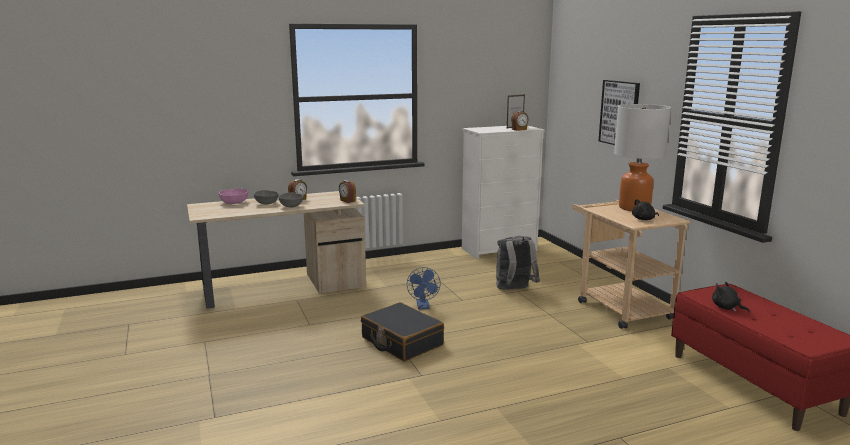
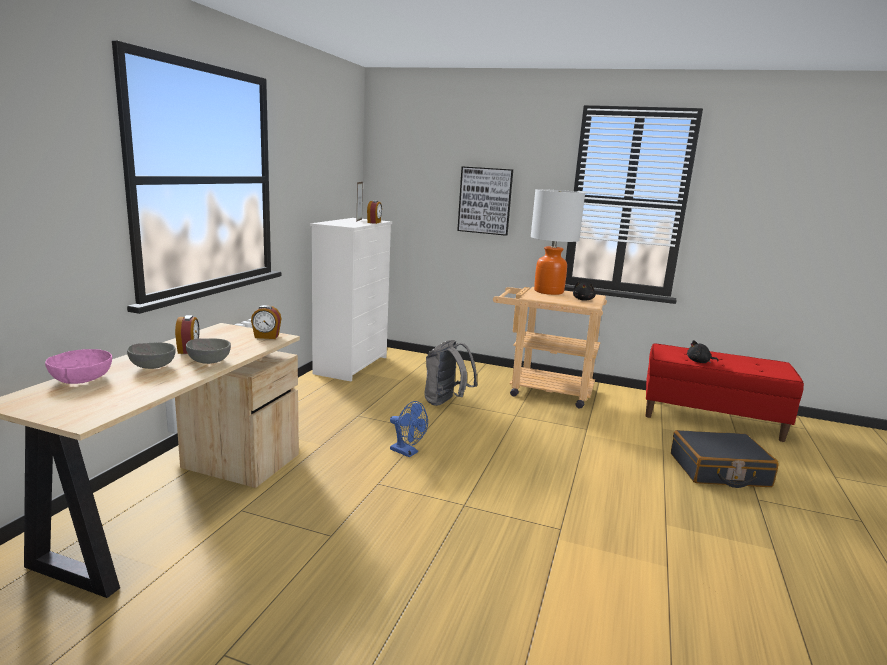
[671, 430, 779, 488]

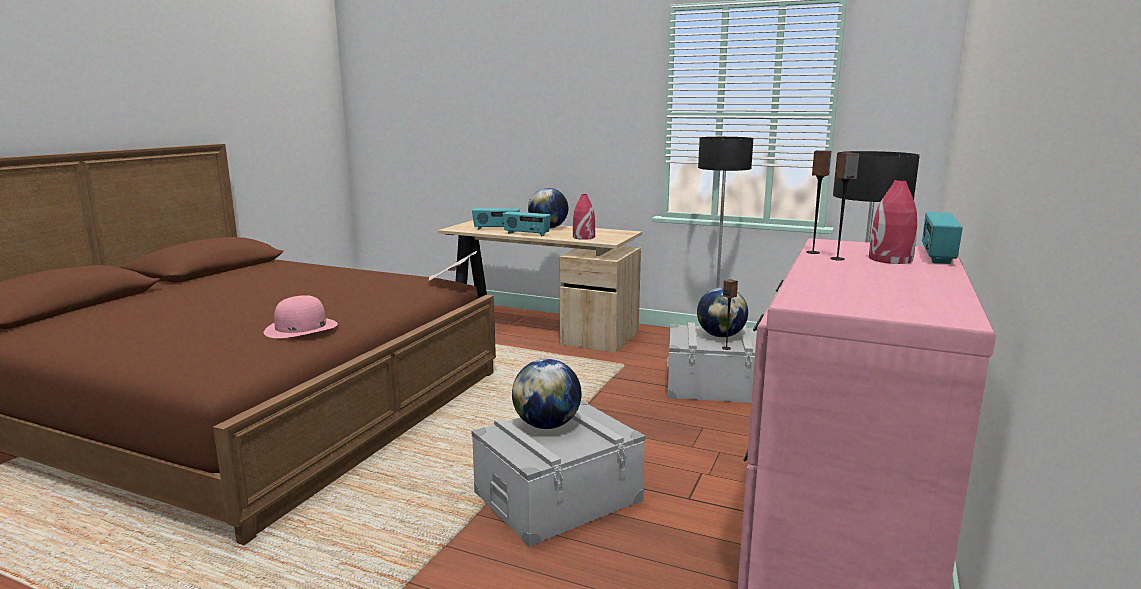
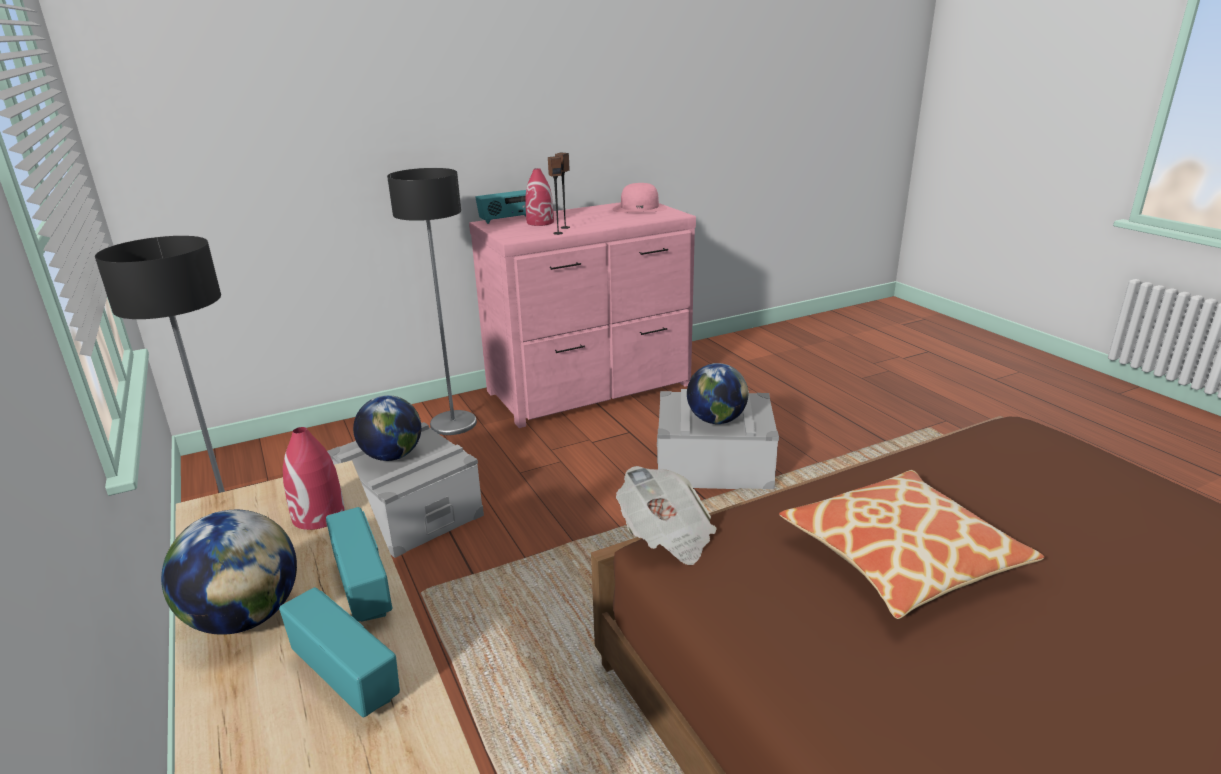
[722, 279, 738, 350] (first image)
[612, 183, 667, 212]
[779, 470, 1044, 619]

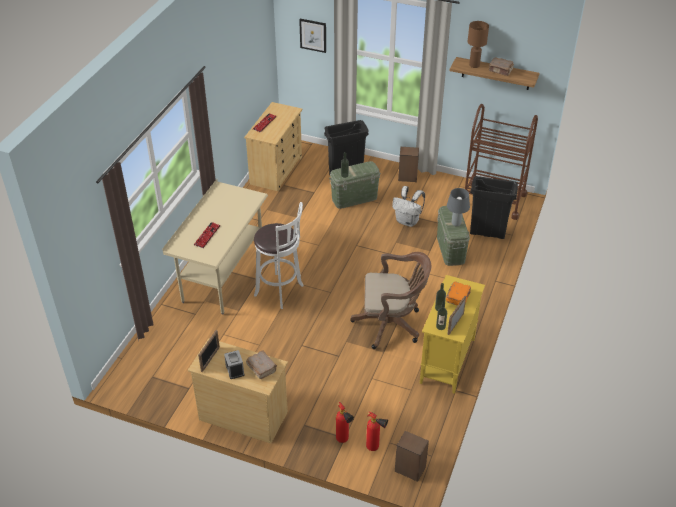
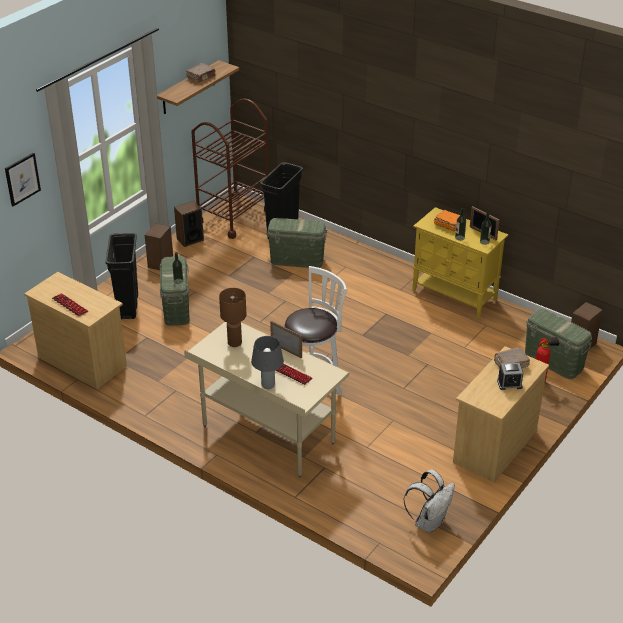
[219, 288, 246, 347]
[404, 470, 455, 533]
[251, 336, 284, 389]
[350, 252, 431, 349] (first image)
[270, 321, 302, 358]
[525, 309, 592, 379]
[174, 201, 204, 247]

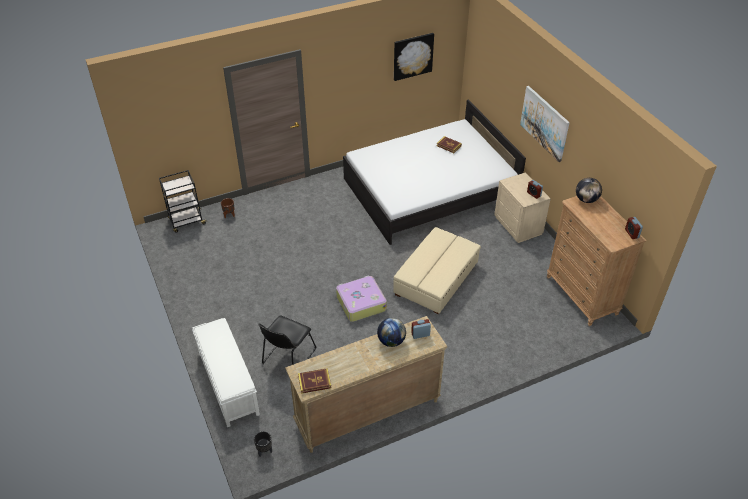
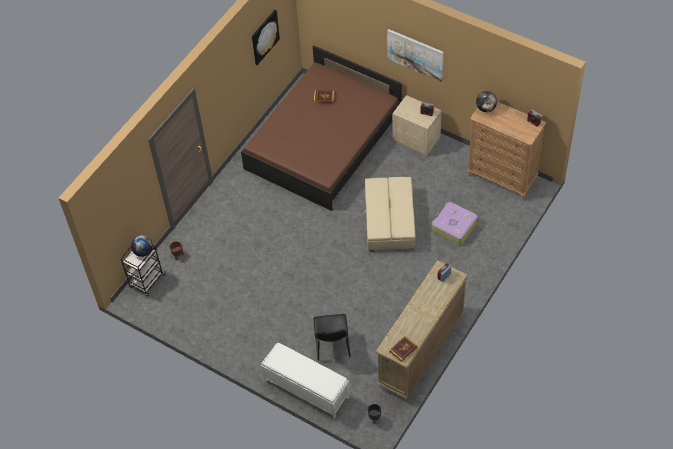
[241, 45, 402, 211]
[432, 202, 478, 245]
[131, 235, 153, 257]

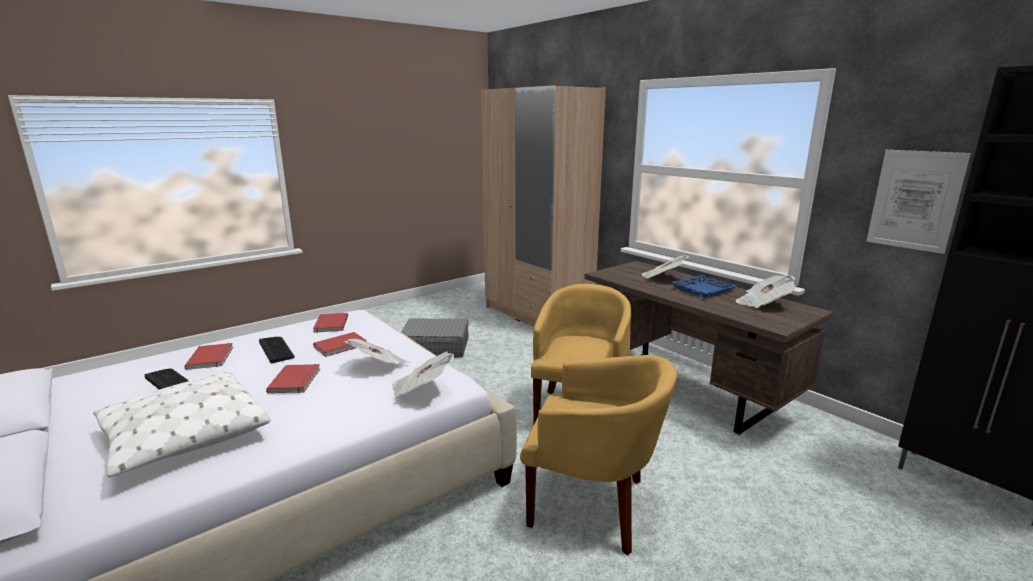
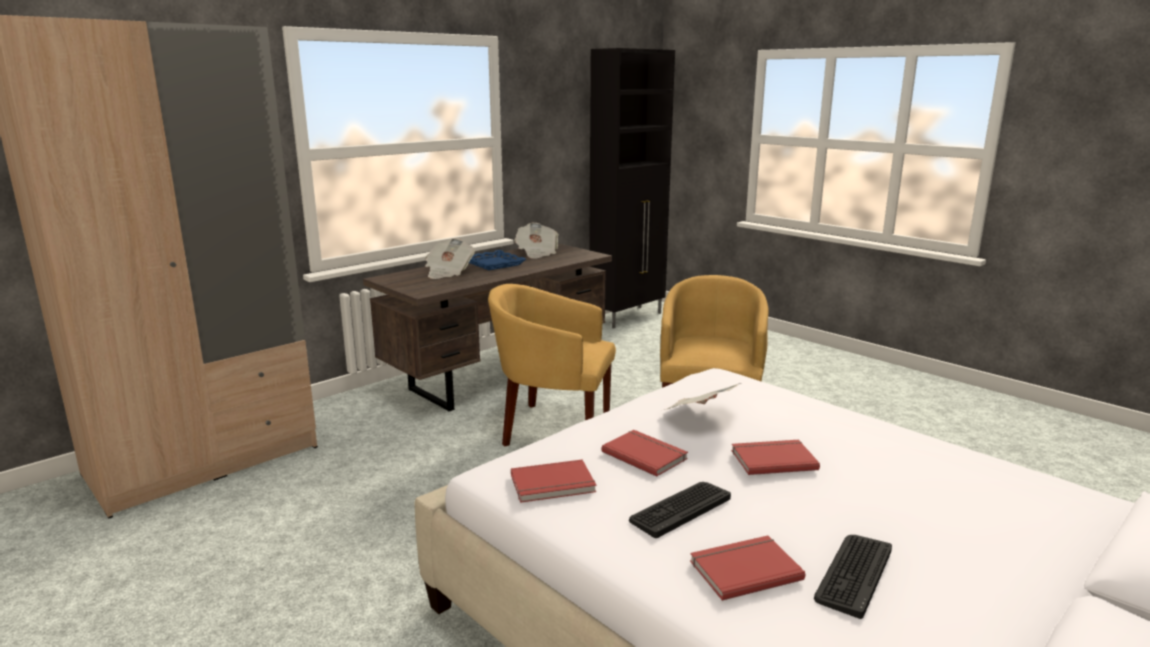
[866, 150, 971, 254] (first image)
[401, 319, 469, 357] (first image)
[392, 352, 454, 398] (first image)
[93, 372, 270, 477] (first image)

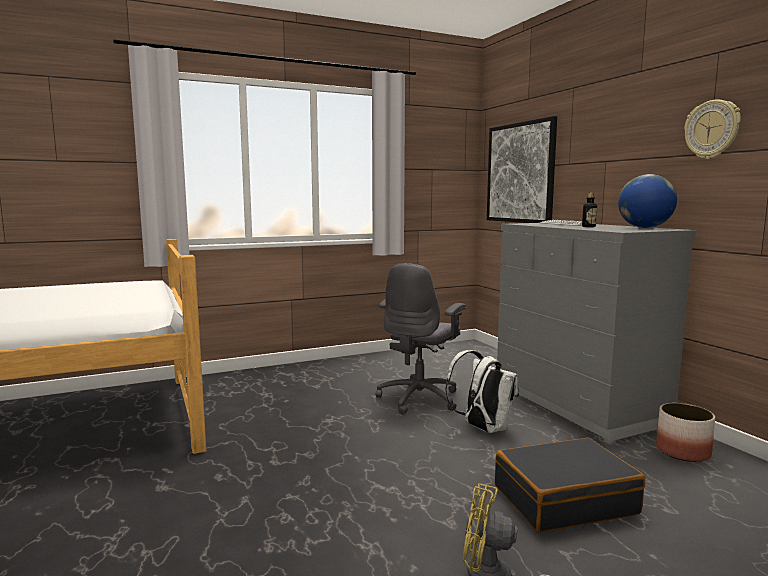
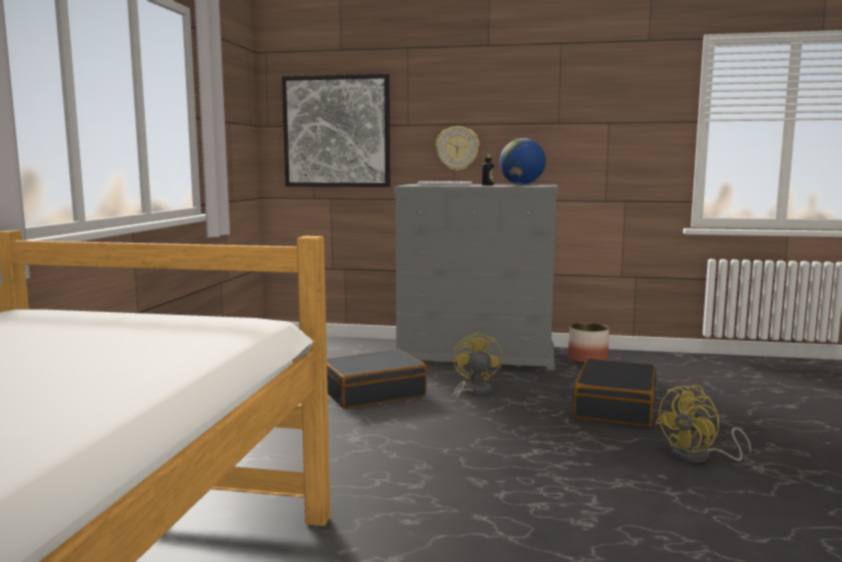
[436, 126, 479, 171]
[327, 349, 427, 409]
[450, 332, 502, 405]

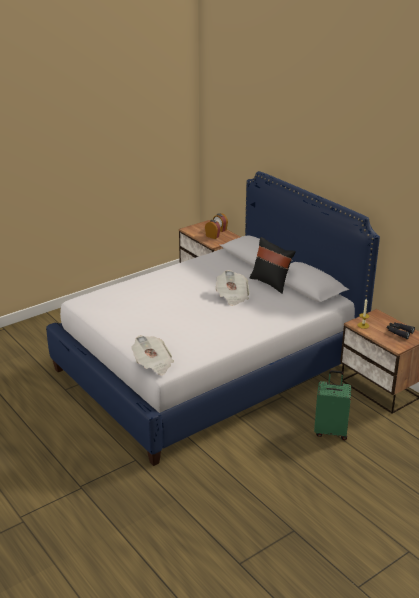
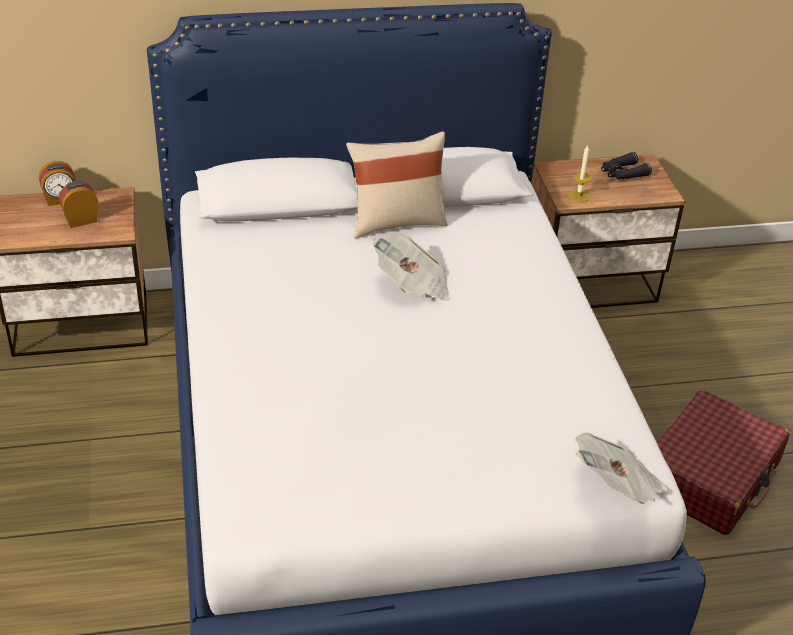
[346, 131, 448, 238]
[314, 370, 351, 440] (first image)
[657, 390, 789, 535]

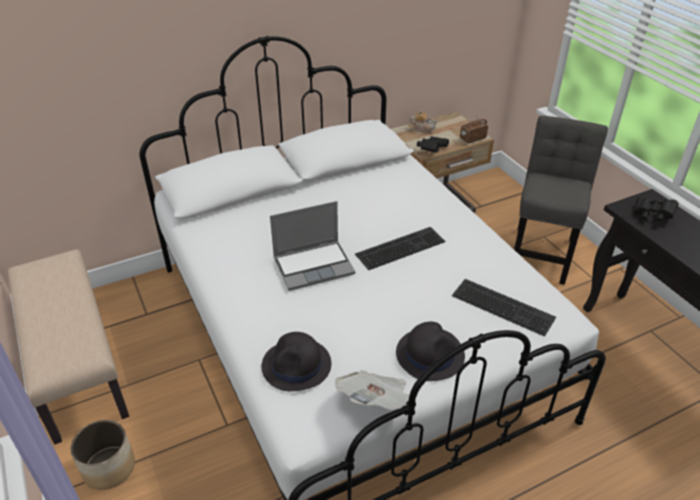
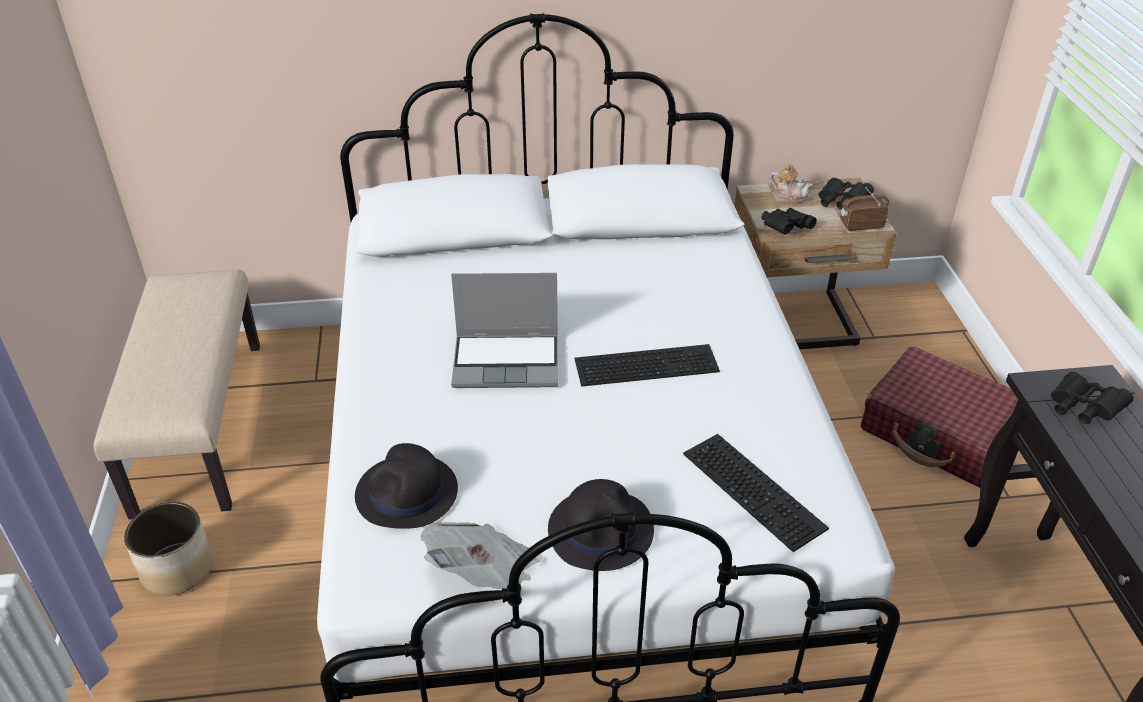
[861, 346, 1018, 488]
[819, 178, 874, 210]

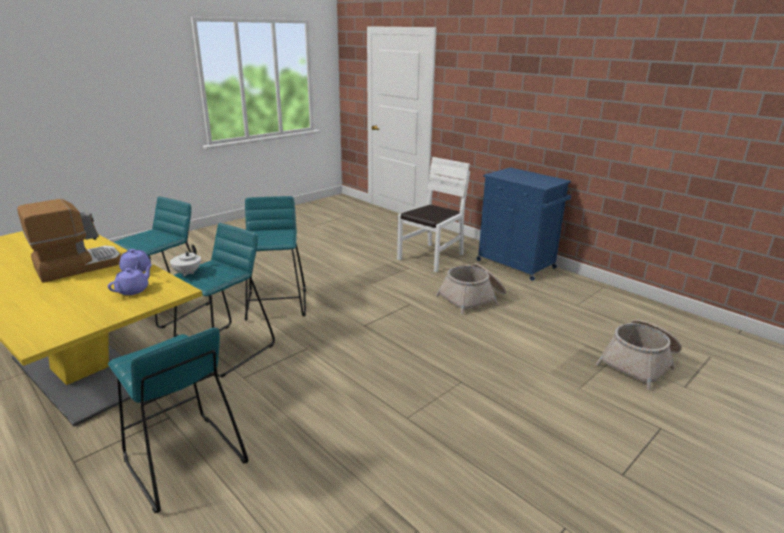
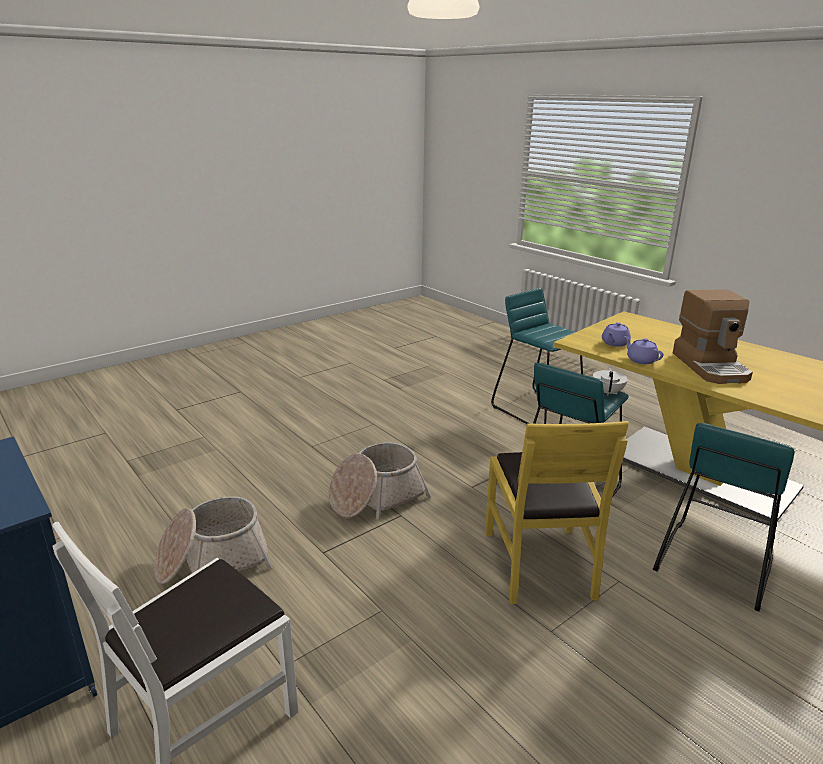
[485, 421, 629, 604]
[673, 289, 753, 384]
[328, 442, 431, 520]

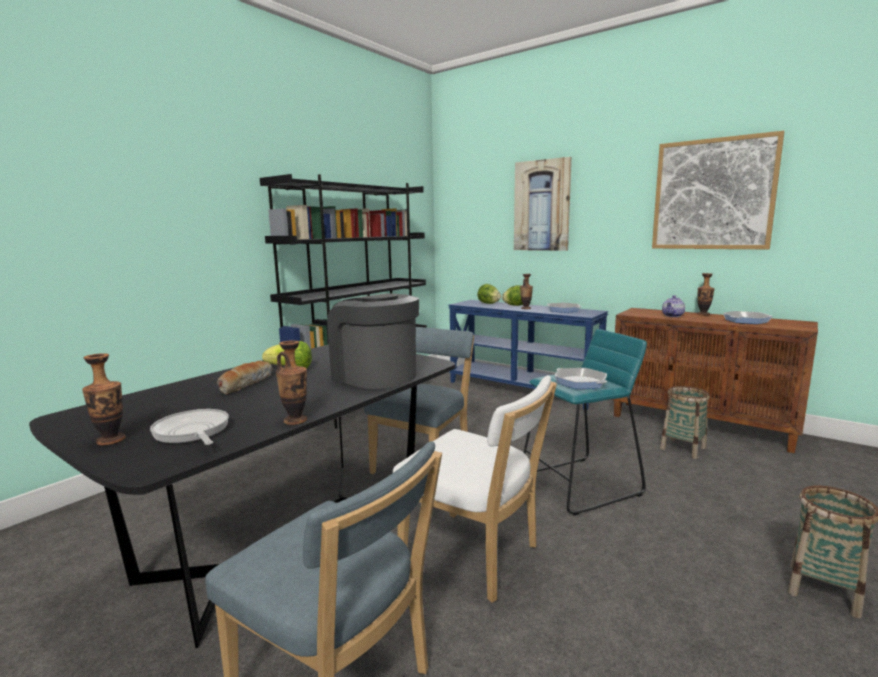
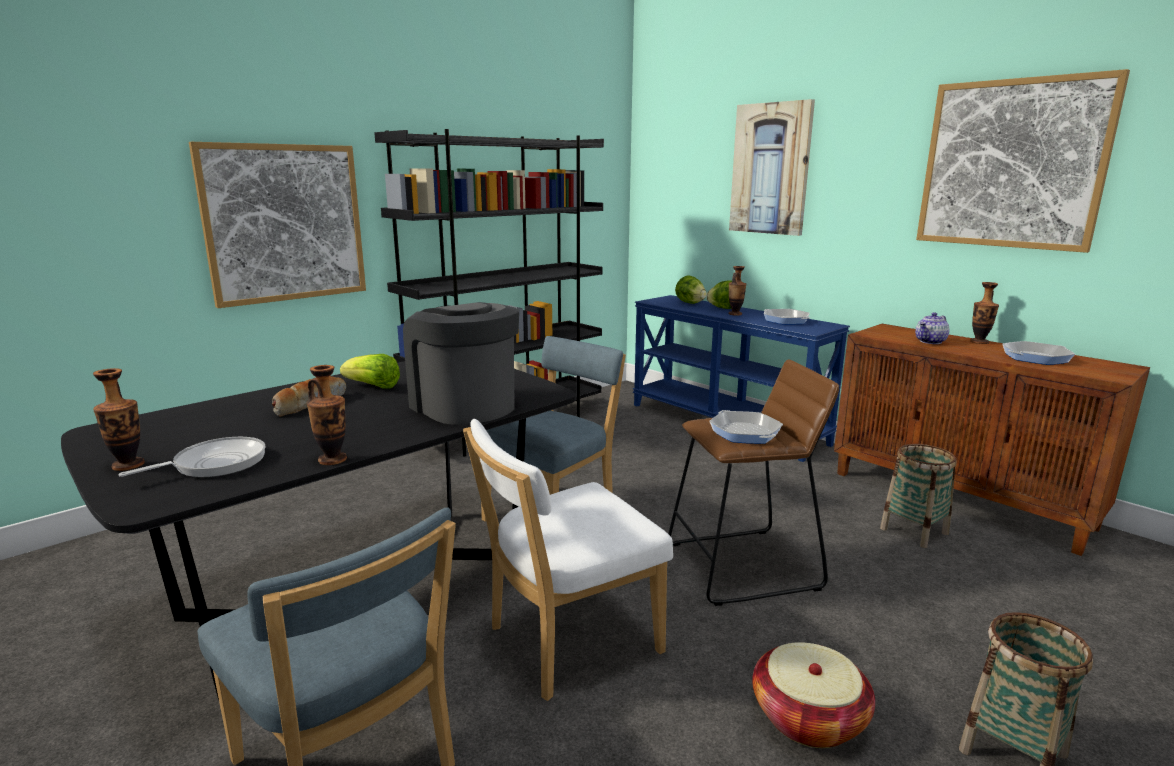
[668, 359, 839, 606]
[463, 419, 673, 701]
[119, 437, 266, 478]
[189, 142, 366, 308]
[752, 642, 875, 748]

